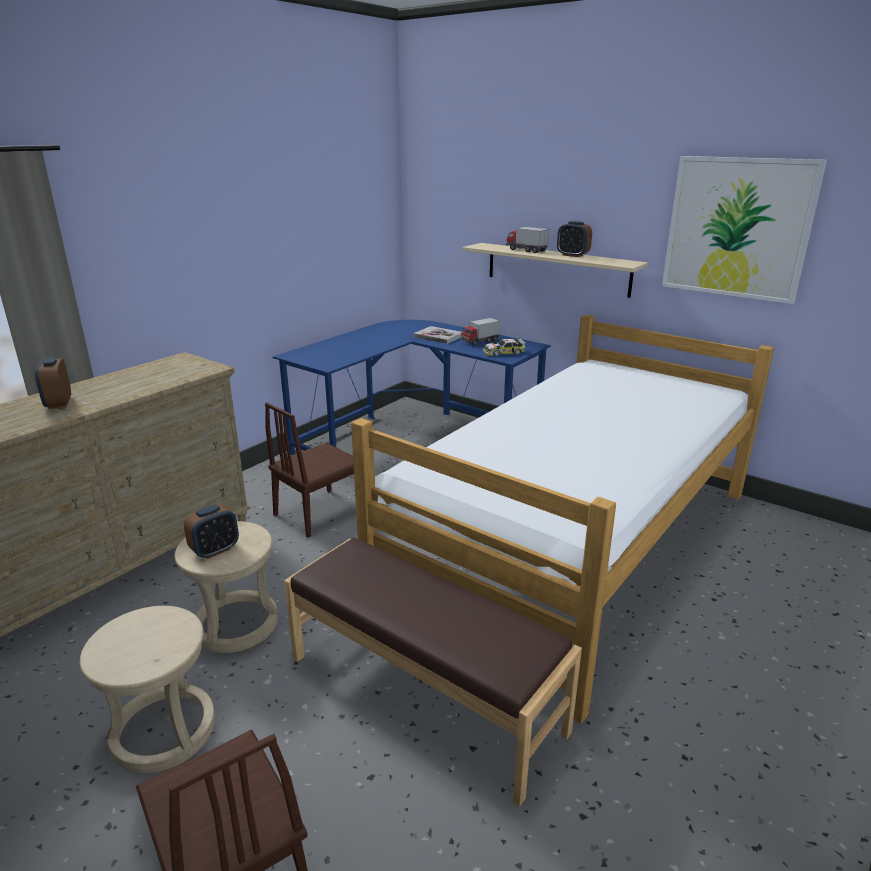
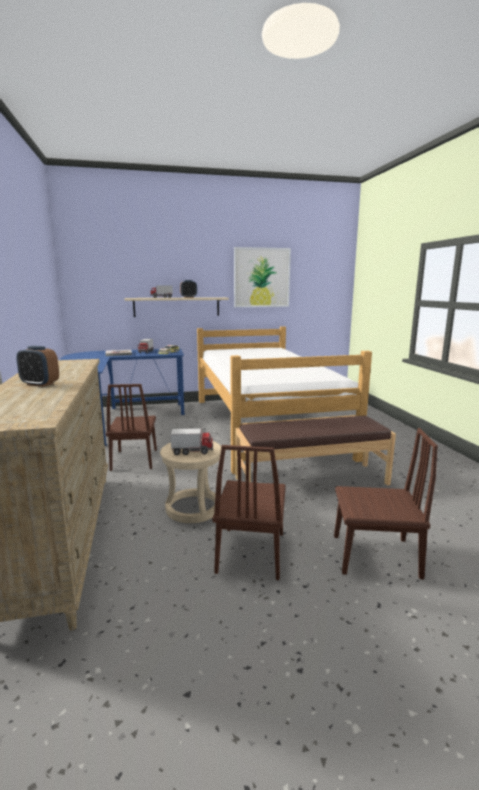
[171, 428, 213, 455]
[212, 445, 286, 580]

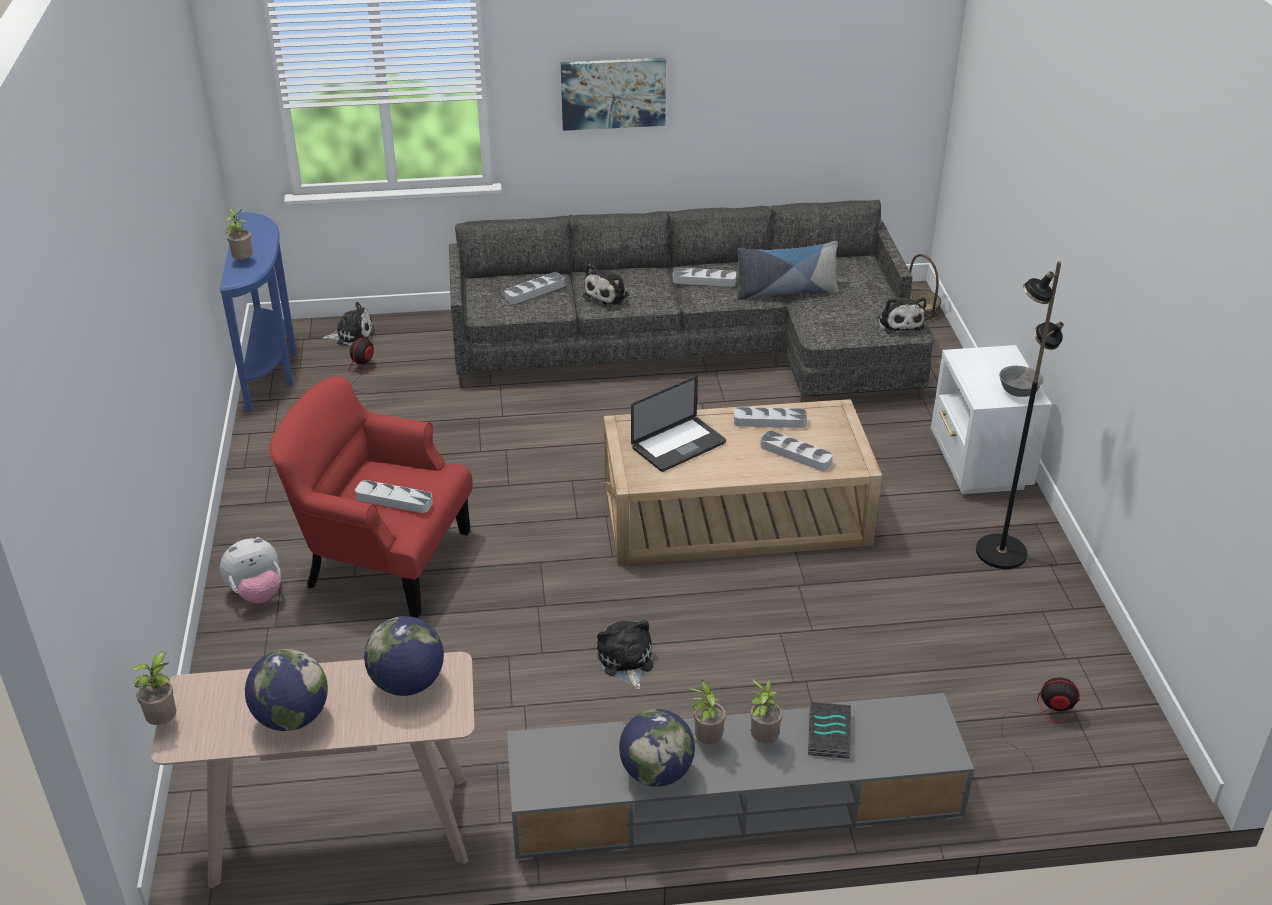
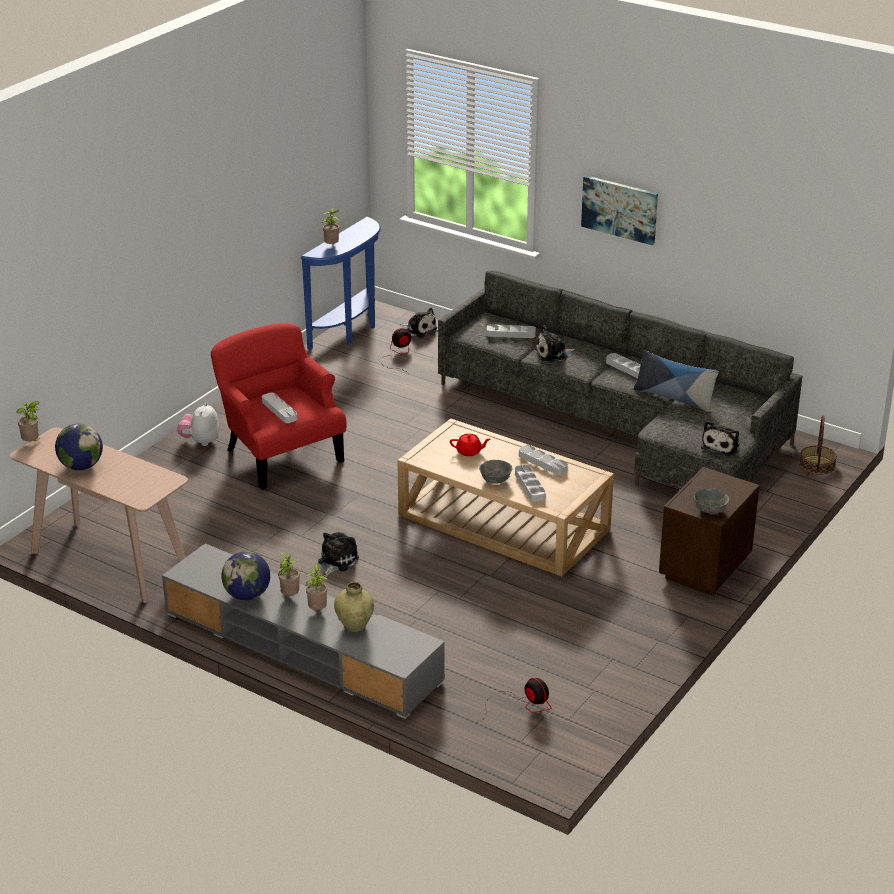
[976, 261, 1064, 569] (first image)
[659, 467, 759, 596]
[450, 434, 491, 456]
[177, 403, 219, 446]
[364, 616, 444, 696] (first image)
[334, 582, 374, 632]
[479, 460, 512, 484]

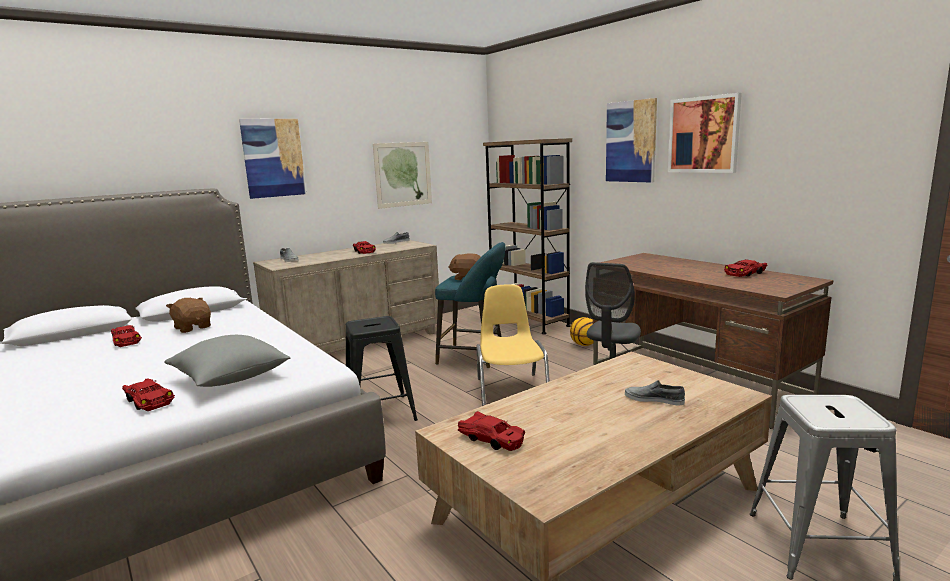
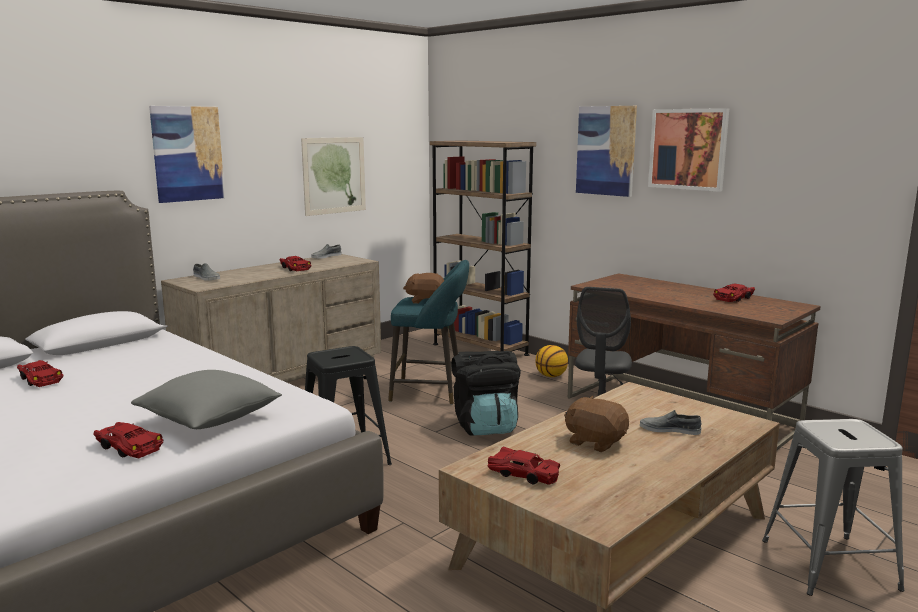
[451, 351, 521, 436]
[564, 396, 629, 452]

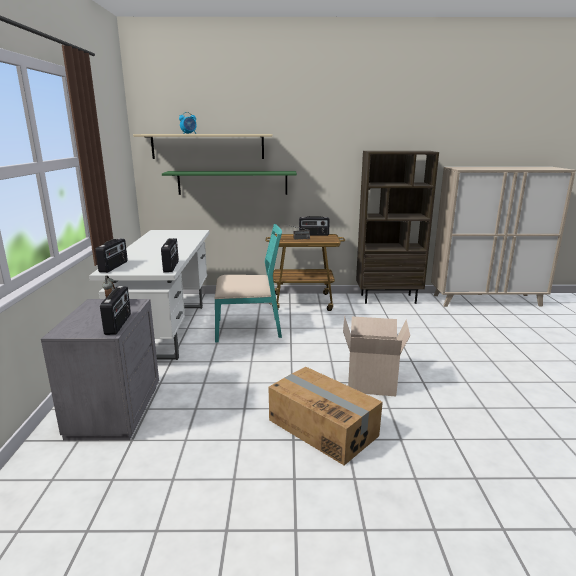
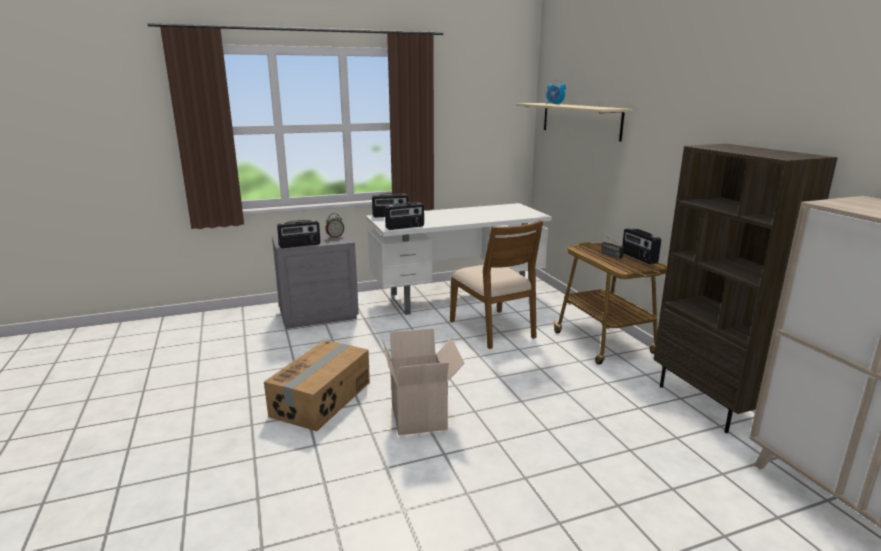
[162, 171, 297, 195] (first image)
[450, 220, 543, 349]

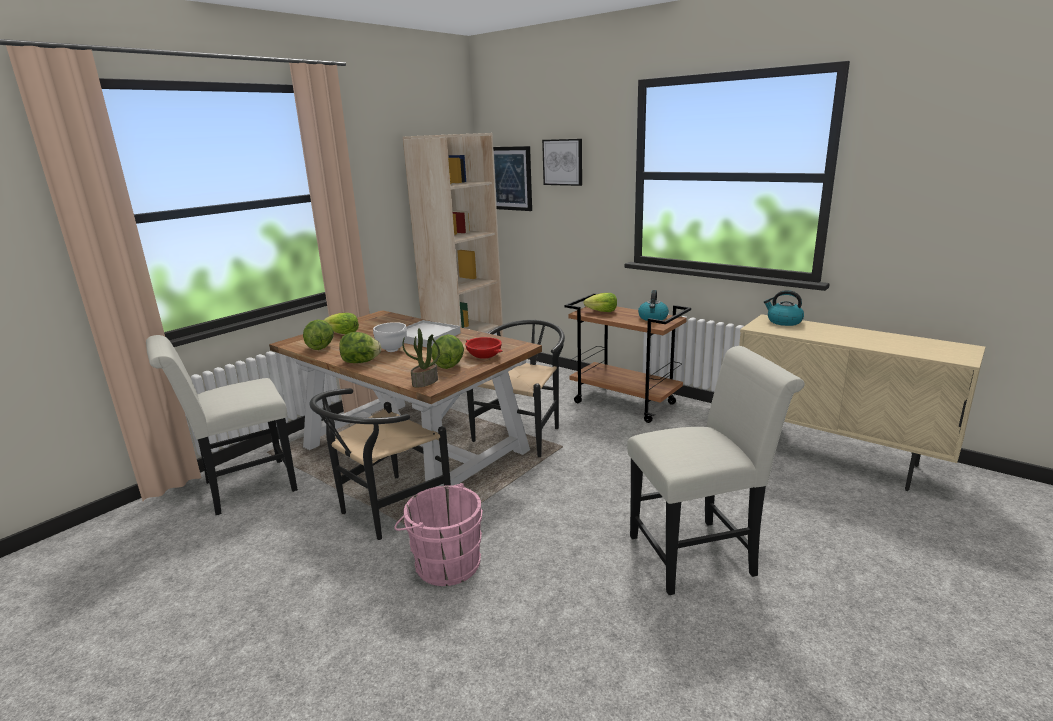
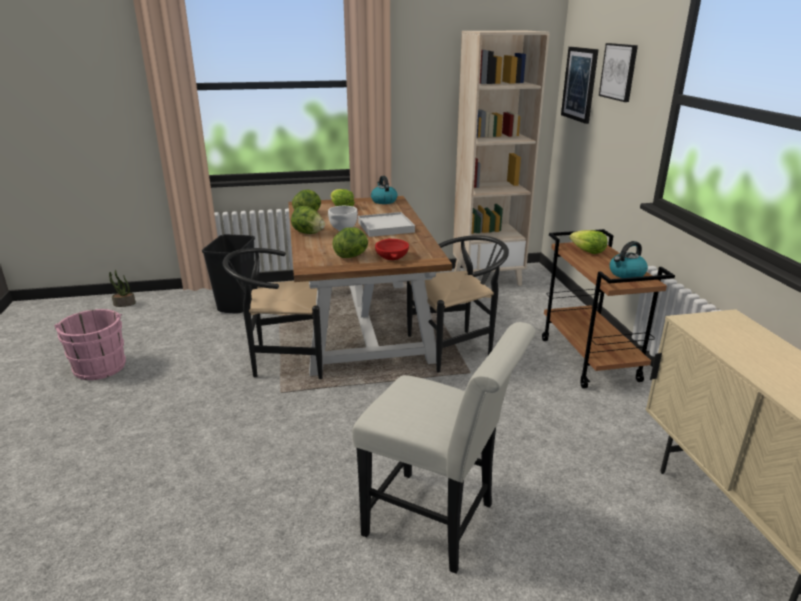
[371, 176, 398, 204]
[109, 269, 136, 307]
[202, 234, 255, 314]
[54, 309, 126, 380]

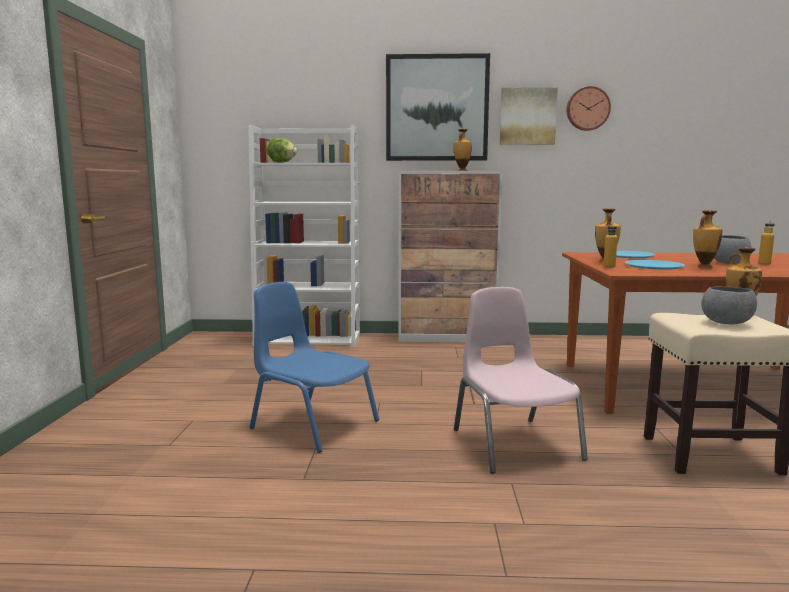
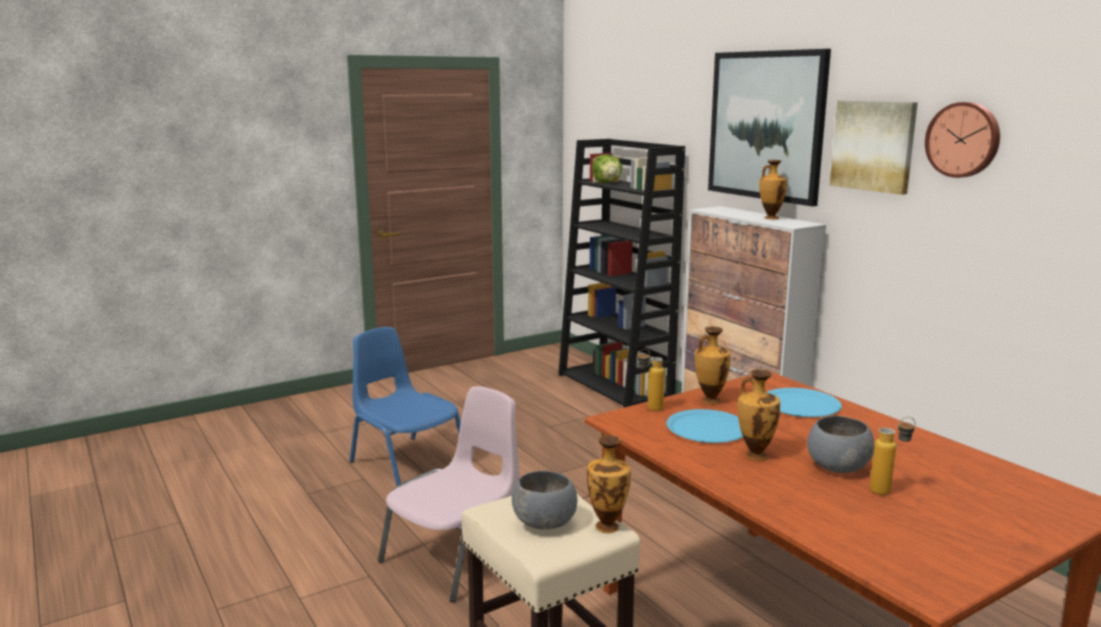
[558, 139, 685, 408]
[350, 327, 461, 486]

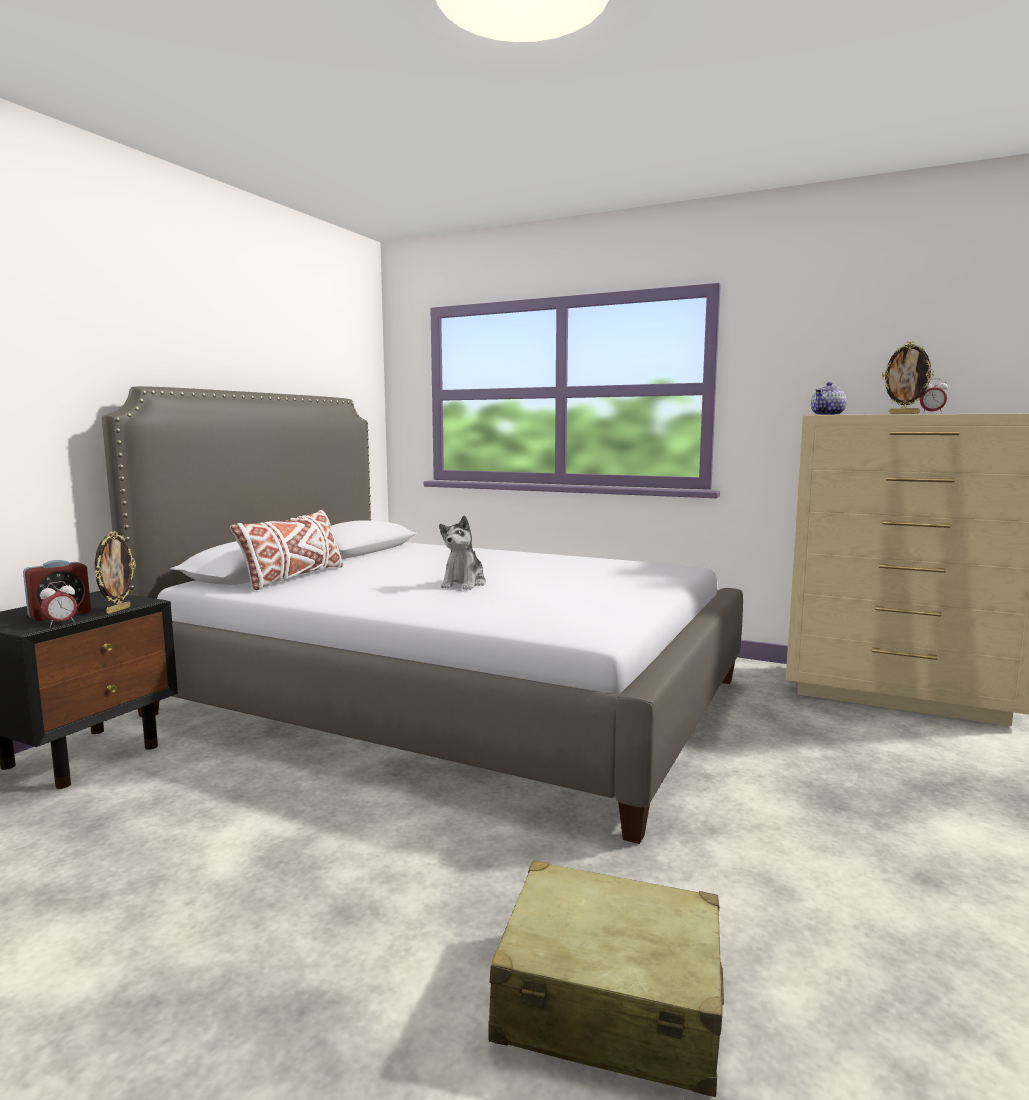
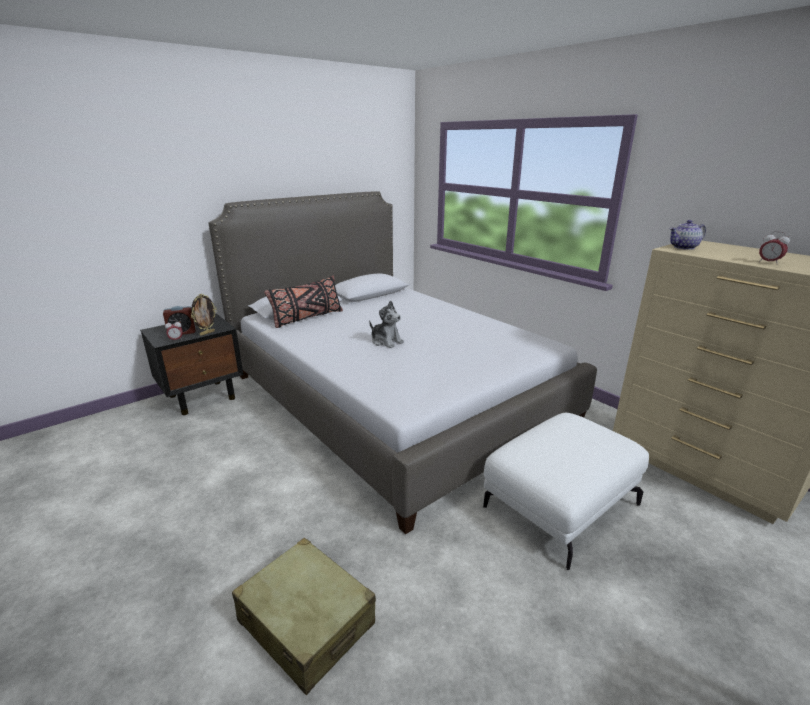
[882, 341, 934, 414] (first image)
[264, 276, 343, 328]
[369, 300, 404, 348]
[483, 413, 649, 570]

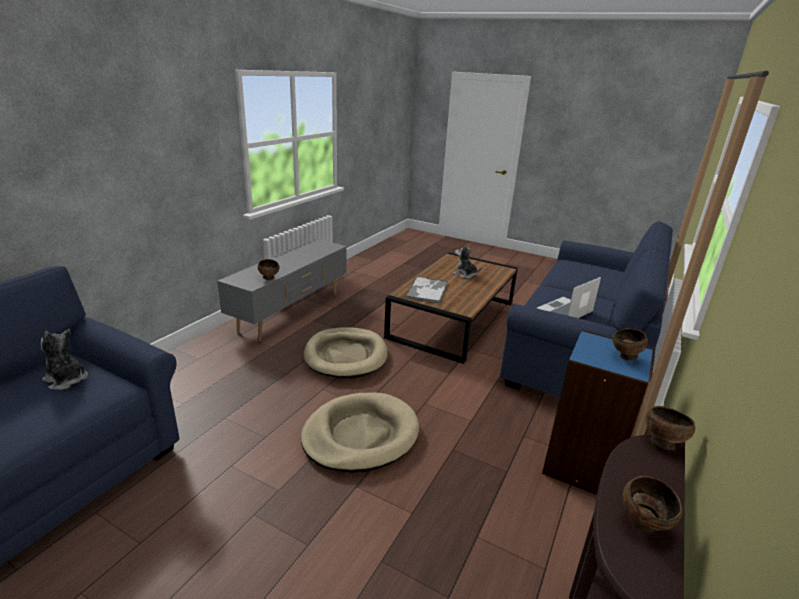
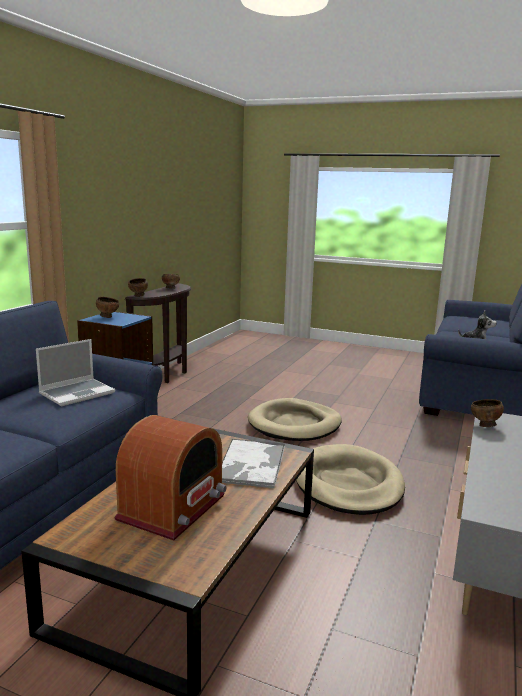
[114, 415, 227, 540]

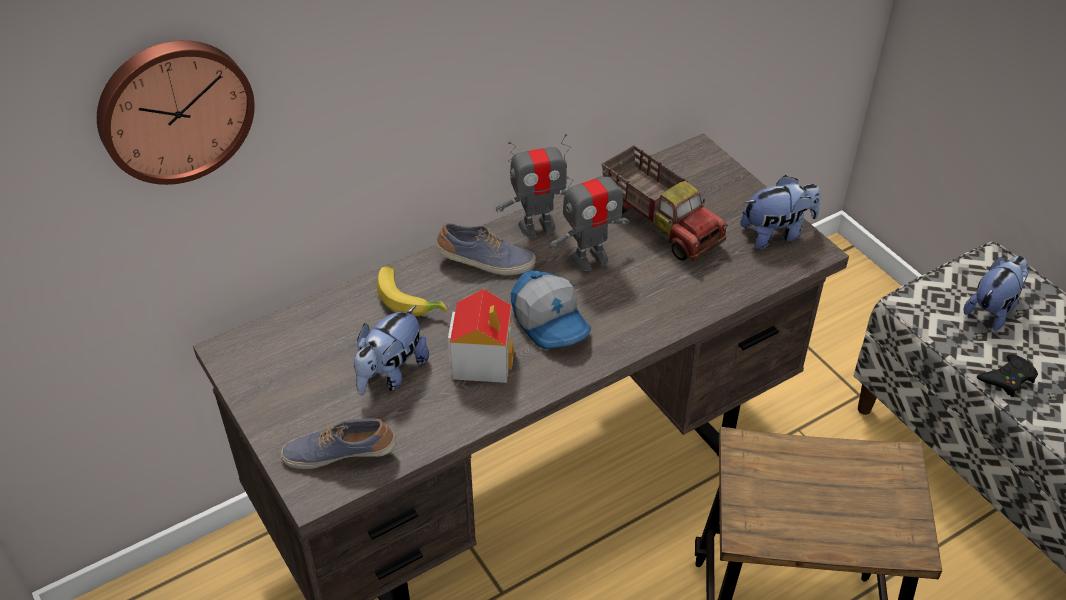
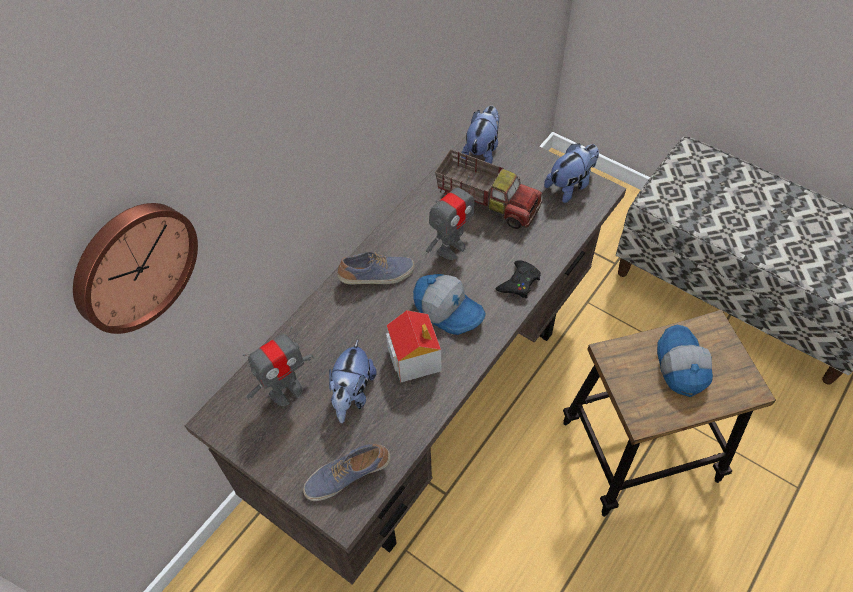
[243, 326, 314, 406]
[461, 106, 499, 164]
[377, 266, 447, 316] (first image)
[496, 260, 541, 299]
[657, 325, 713, 397]

